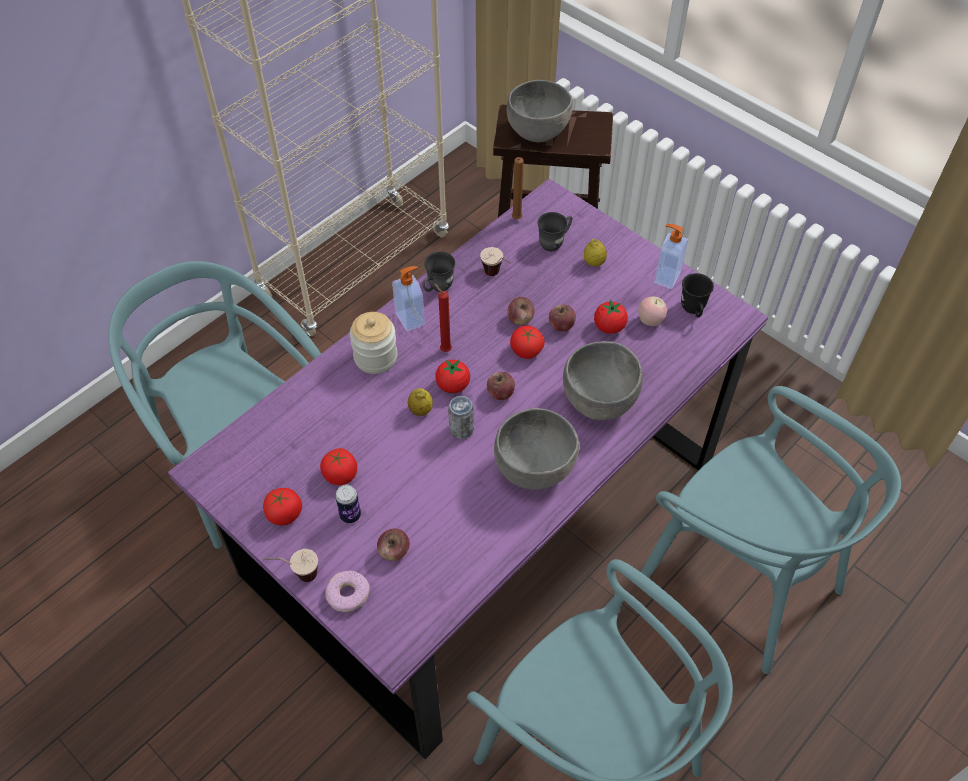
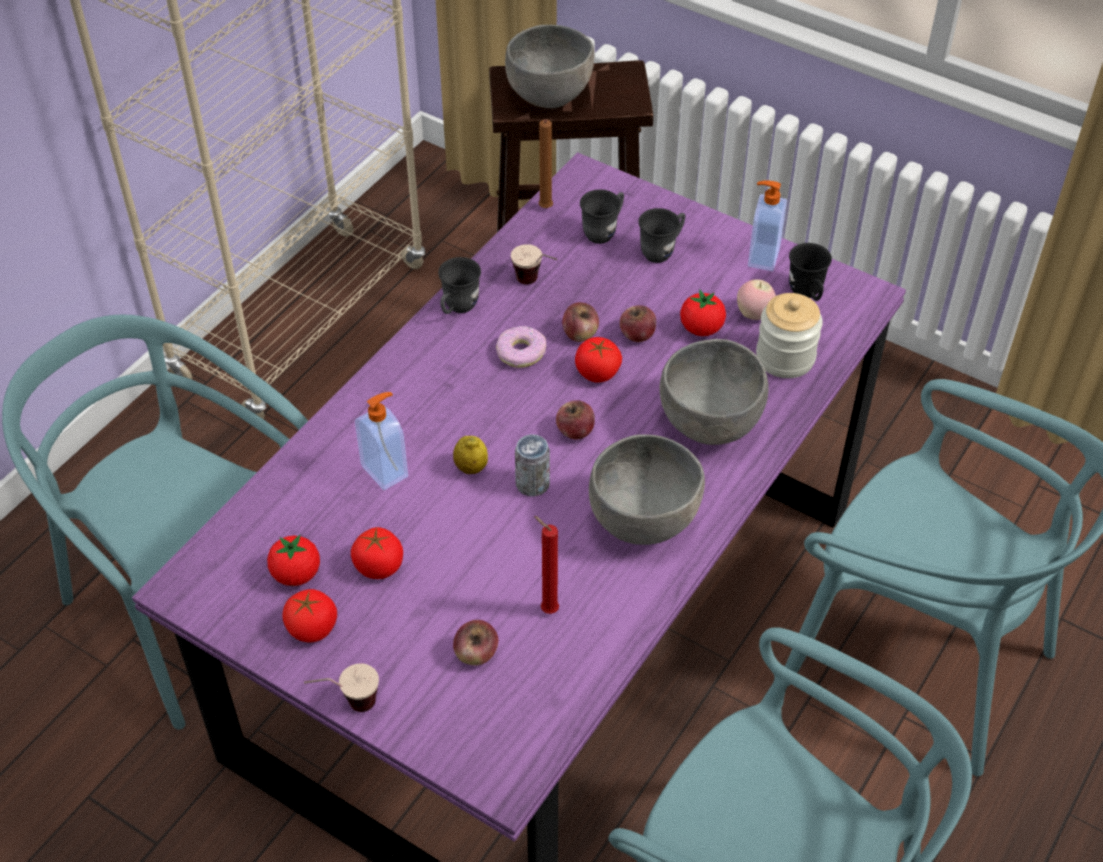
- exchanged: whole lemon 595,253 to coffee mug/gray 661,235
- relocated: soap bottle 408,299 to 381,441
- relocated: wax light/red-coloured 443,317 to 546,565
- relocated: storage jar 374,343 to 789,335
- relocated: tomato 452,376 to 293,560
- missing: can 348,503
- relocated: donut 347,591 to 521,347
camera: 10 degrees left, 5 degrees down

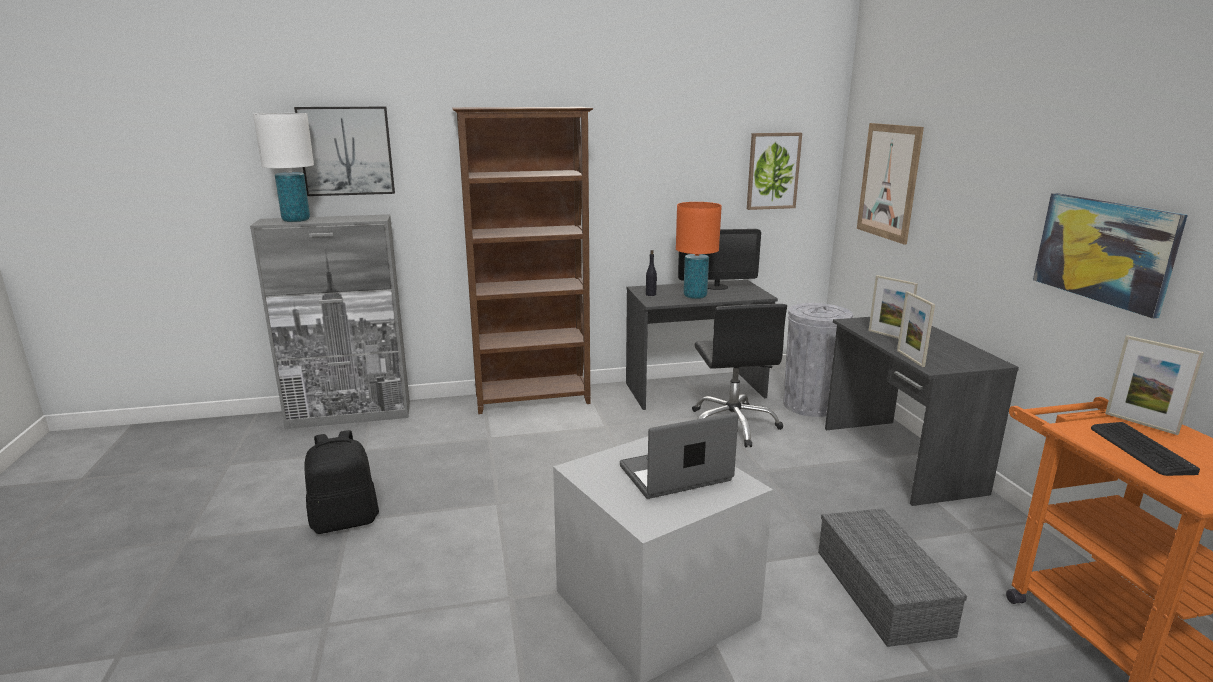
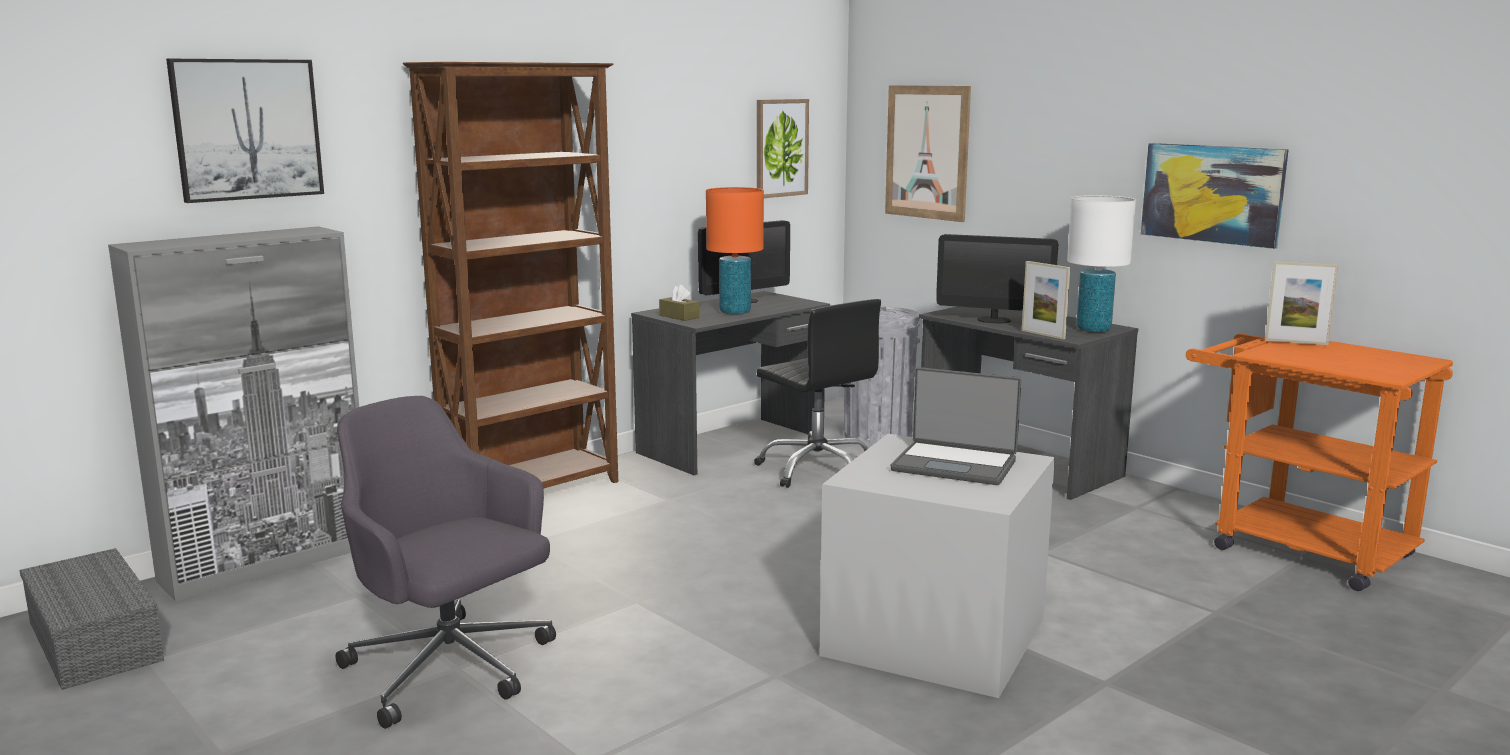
- relocated: tabletop lamp/white 283,167 to 1101,263
- exchanged: bottle/black 651,273 to tissue box/brownish 679,302
- exchanged: photo frame 893,307 to monitor 997,279
- spun: laptop 679,456 = 956,426 105 degrees counterclockwise
- missing: computer keyboard 1145,449
- exchanged: knapsack/black 341,482 to desk chair/gray 445,562
- relocated: storage container/gray 892,577 to 91,619
camera: 30 degrees left, 5 degrees down

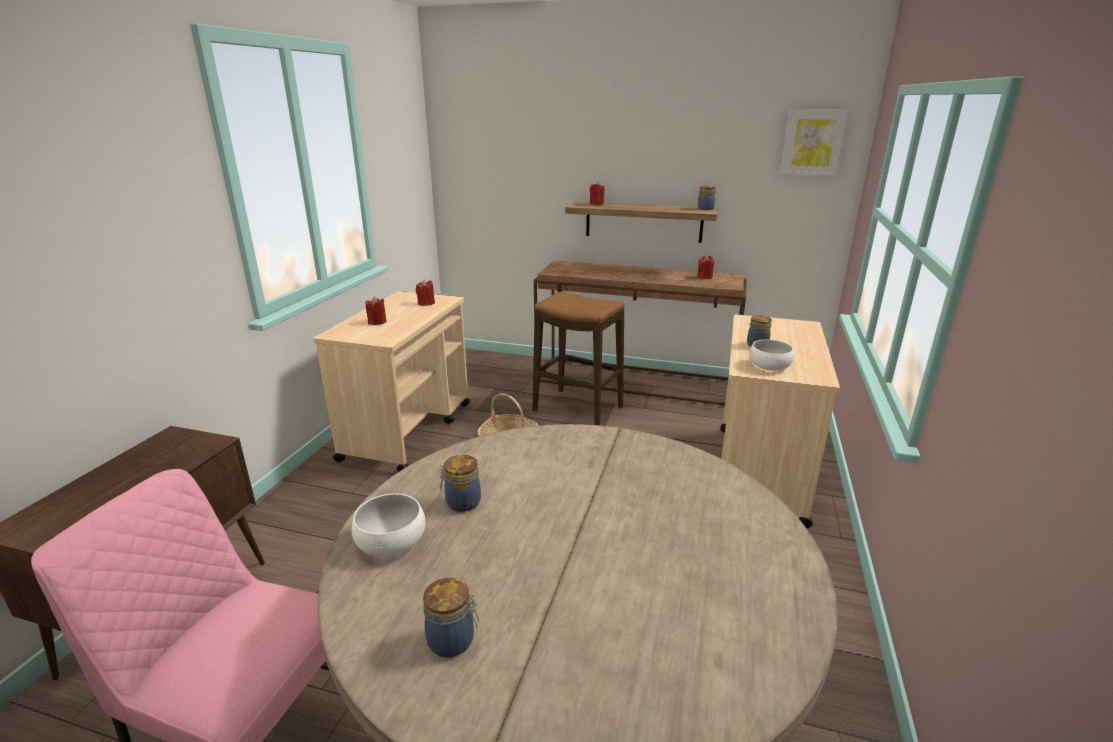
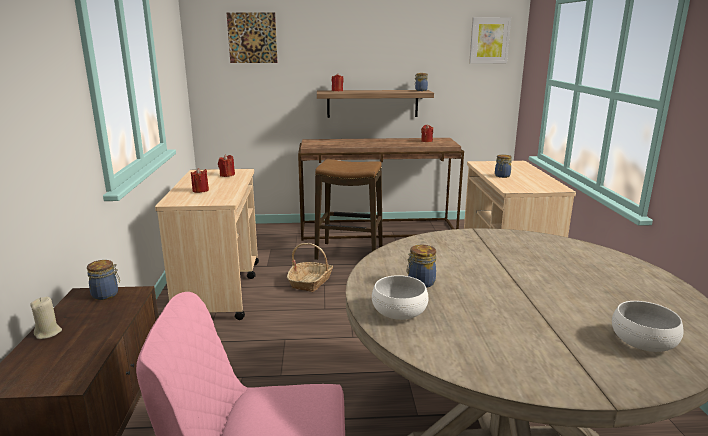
- relocated: bowl/white 771,355 to 648,326
- relocated: storage jar 451,617 to 103,280
- appeared: picture 252,37
- appeared: wax light/sand-coloured 46,318
camera: 20 degrees left, 5 degrees down

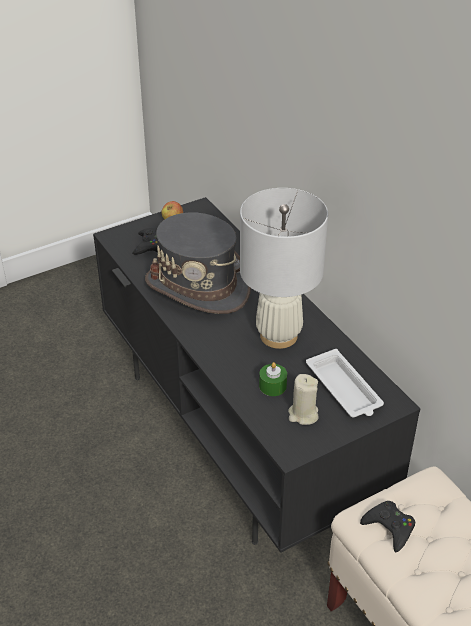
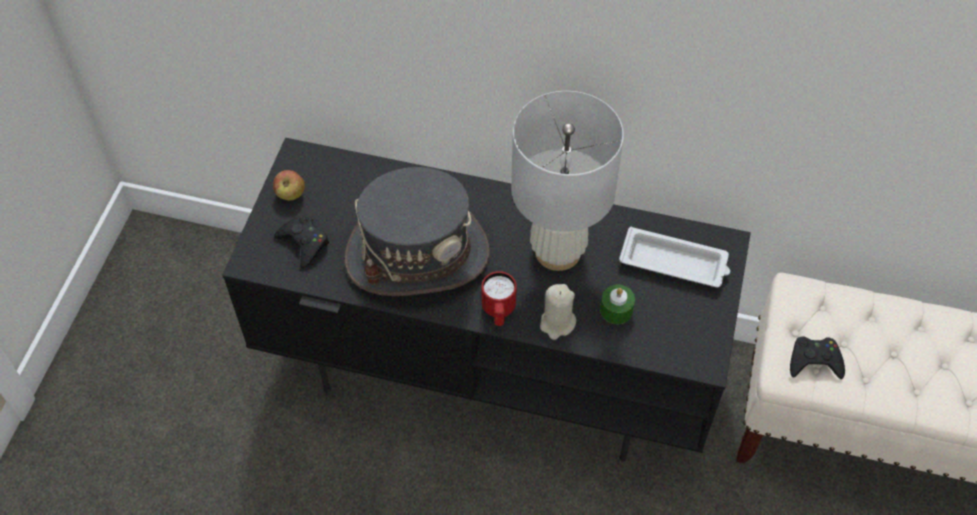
- relocated: wax light/sand-coloured 303,399 to 558,312
- appeared: coffee mug/red-coloured 499,298
camera: 45 degrees left, 15 degrees up

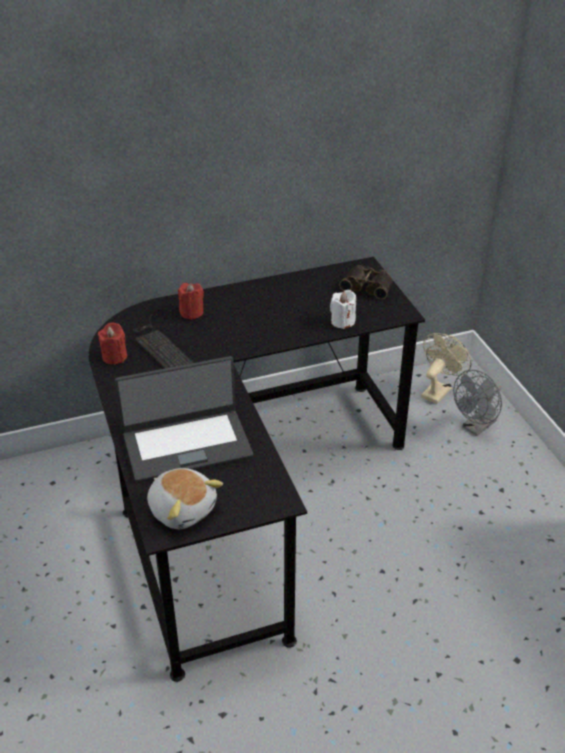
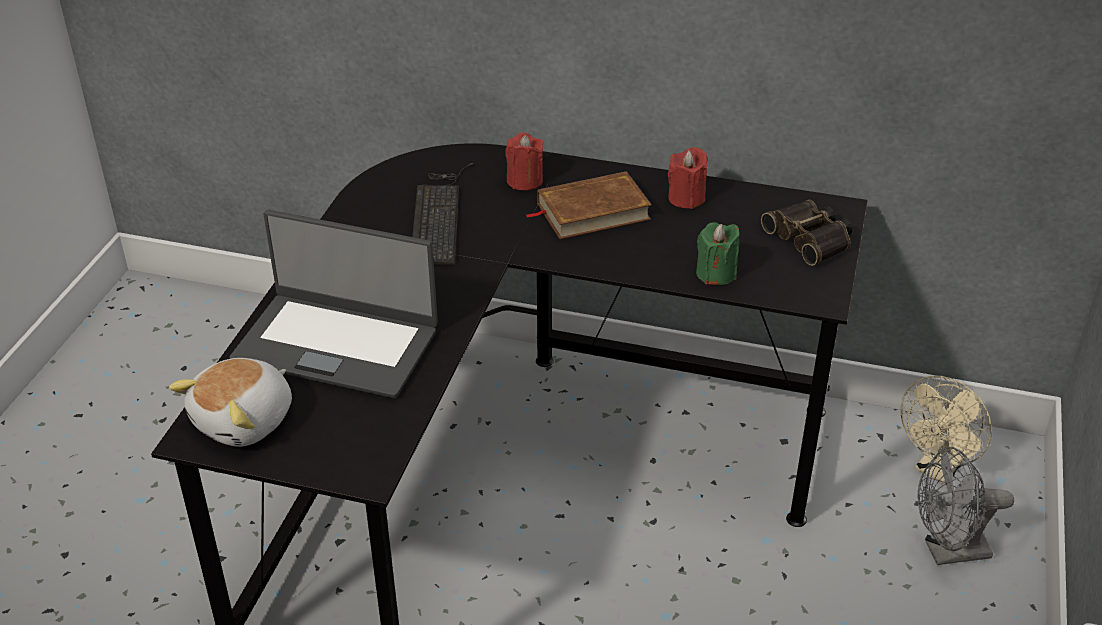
- colour: wax light/white 343,309 to wax light/greenish 718,253
- relocated: wax light/red-coloured 112,343 to 687,178
- spun: cooling fan/sand-coloured 446,368 = 946,430 150 degrees clockwise
- spun: soft toy 185,498 = 230,402 45 degrees clockwise
- appeared: book/brownish 589,205
camera: 35 degrees right, 0 degrees up

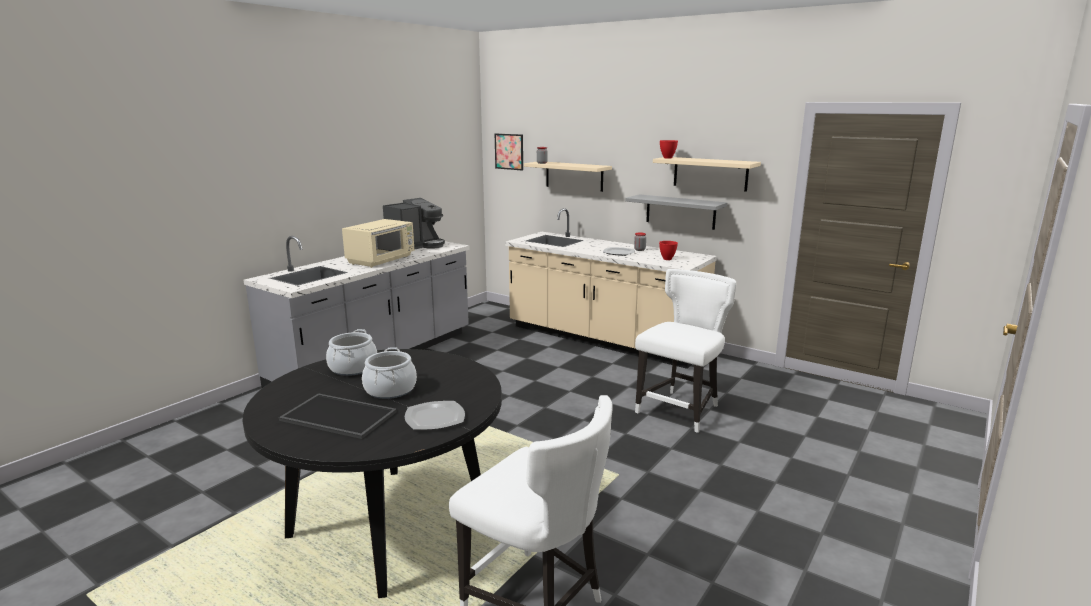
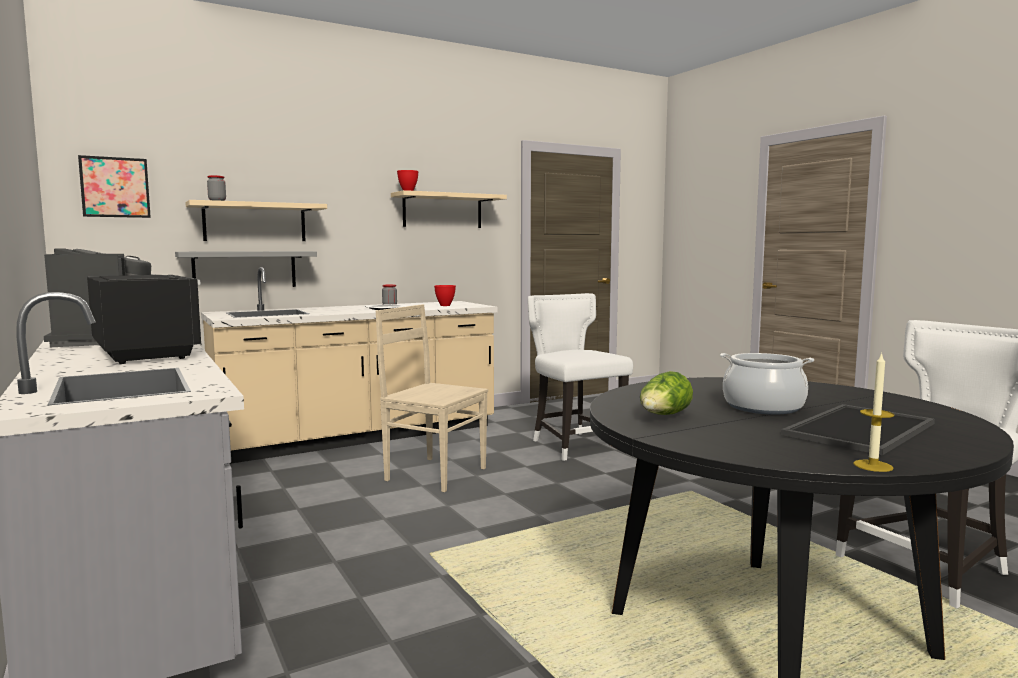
- relocated: wall shelf/gray 676,212 to 246,269
- colour: microwave/sand-coloured 378,243 to microwave/black 144,319
- exchanged: saucepot 351,352 to head of lettuce 666,393
- missing: dinner plate 435,415
- appeared: plain chair/sand-coloured 432,398
- appeared: wax light 874,412
camera: 65 degrees left, 10 degrees down

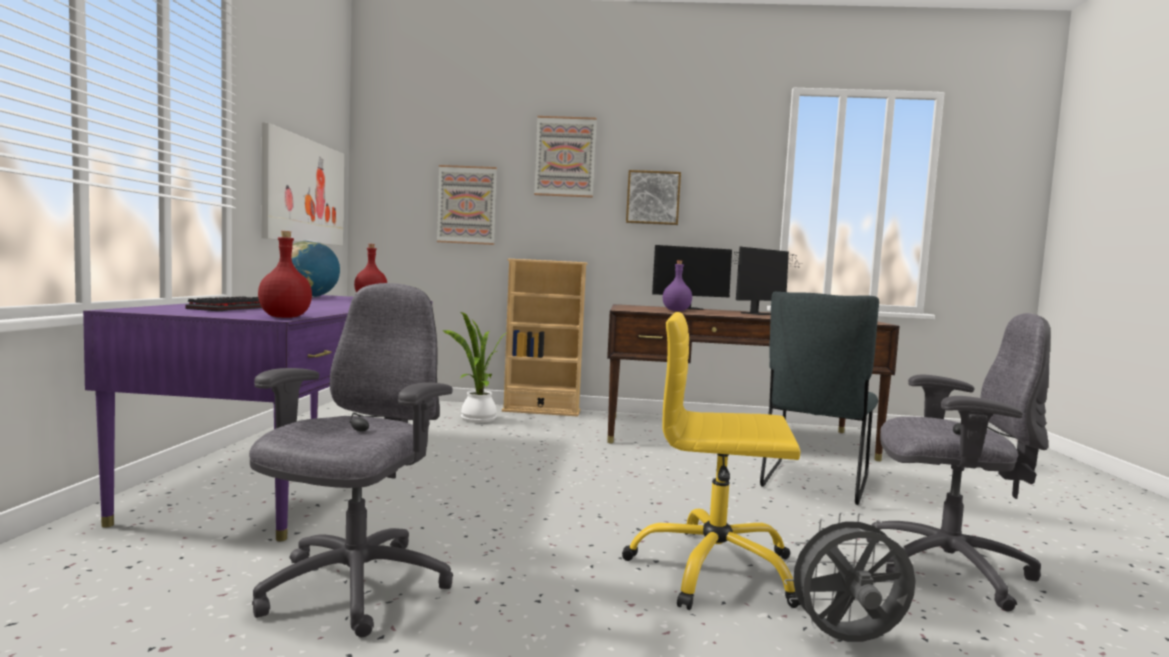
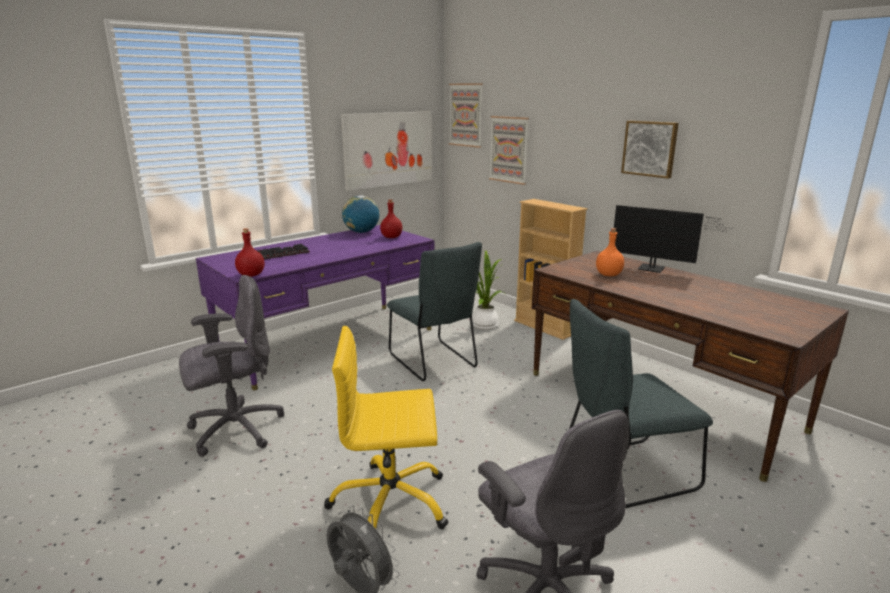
- relocated: picture 565,157 to 466,115
- missing: monitor 768,281
- colour: bottle/purple-coloured 677,285 to bottle/orangey 610,252
- spun: desk chair/yellowish 711,461 = 386,427 60 degrees counterclockwise
- appeared: plain chair/gray 434,311
camera: 45 degrees right, 15 degrees up

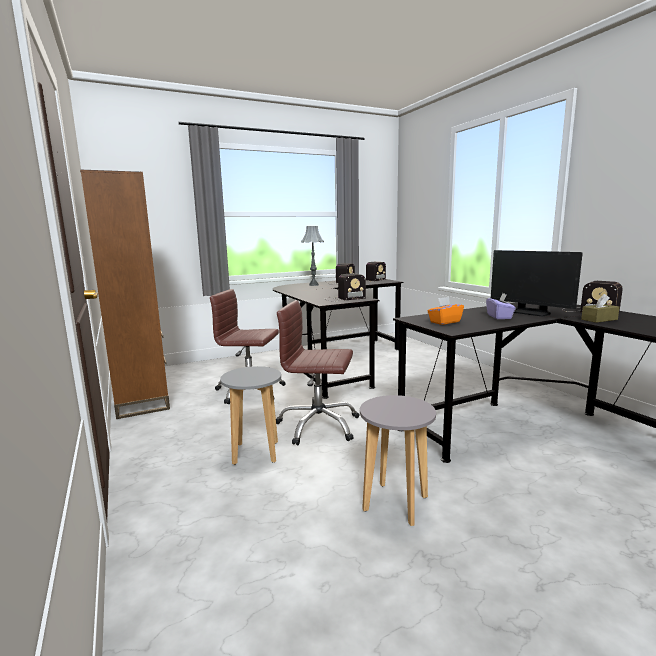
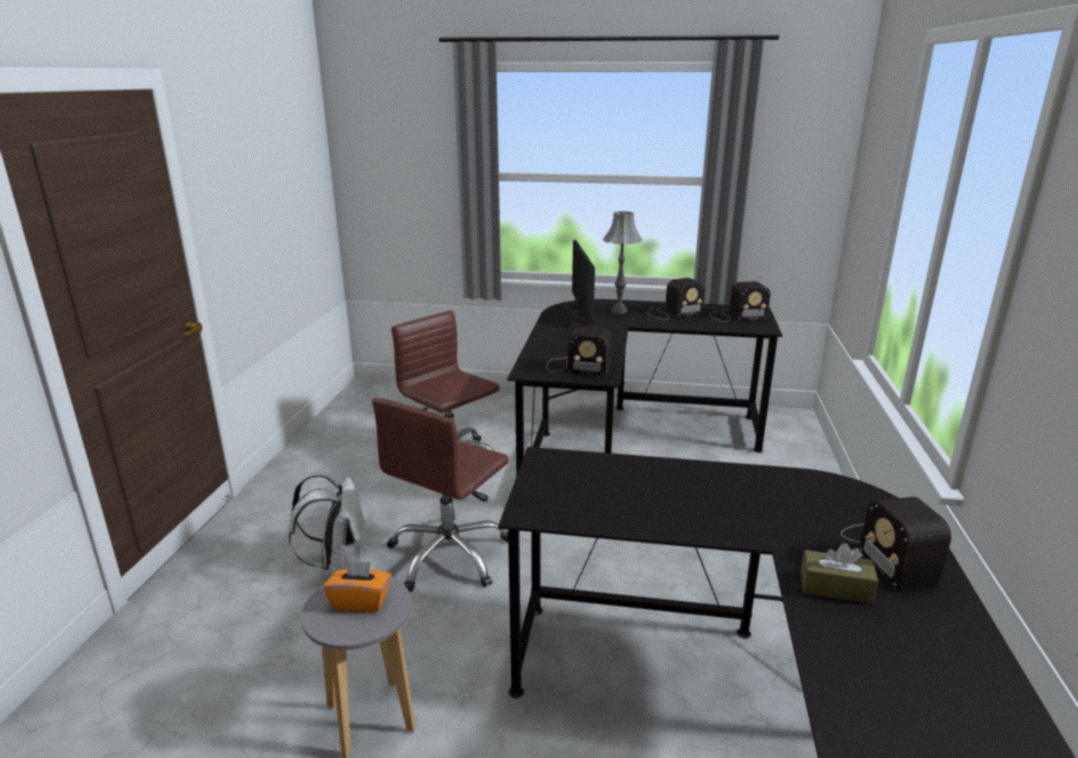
- missing: bookshelf/brownish 125,294
- relocated: monitor 537,283 to 582,280
- missing: tissue box/purple-coloured 501,306
- relocated: tissue box/orangey 445,311 to 357,586
- spun: desk chair/brownish 318,372 = 440,495 105 degrees counterclockwise
- exchanged: stool/gray 250,415 to knapsack/white 326,524
camera: 35 degrees right, 10 degrees up

